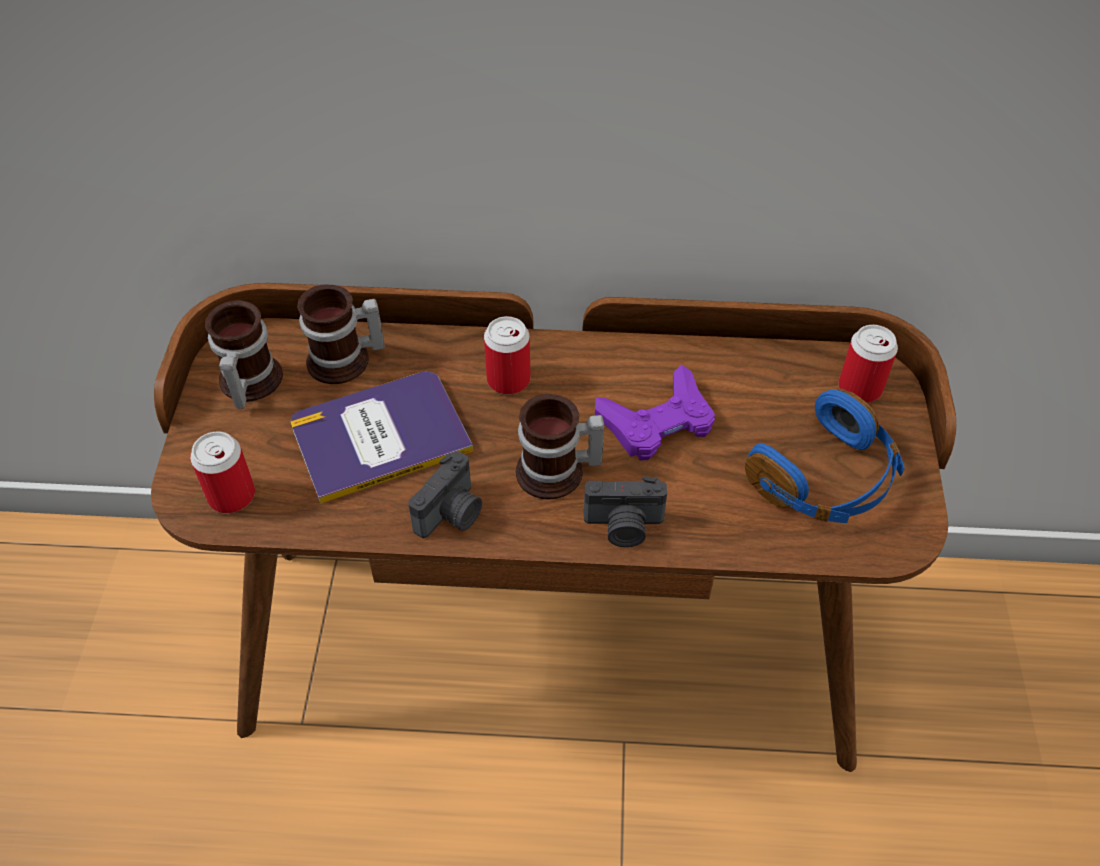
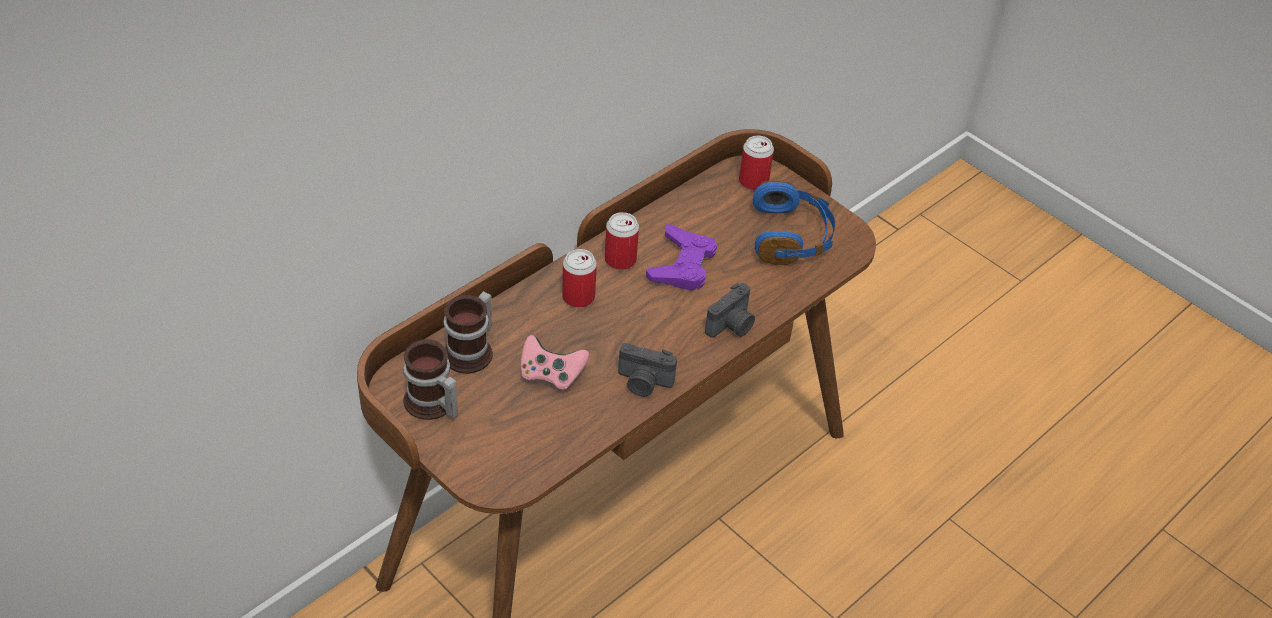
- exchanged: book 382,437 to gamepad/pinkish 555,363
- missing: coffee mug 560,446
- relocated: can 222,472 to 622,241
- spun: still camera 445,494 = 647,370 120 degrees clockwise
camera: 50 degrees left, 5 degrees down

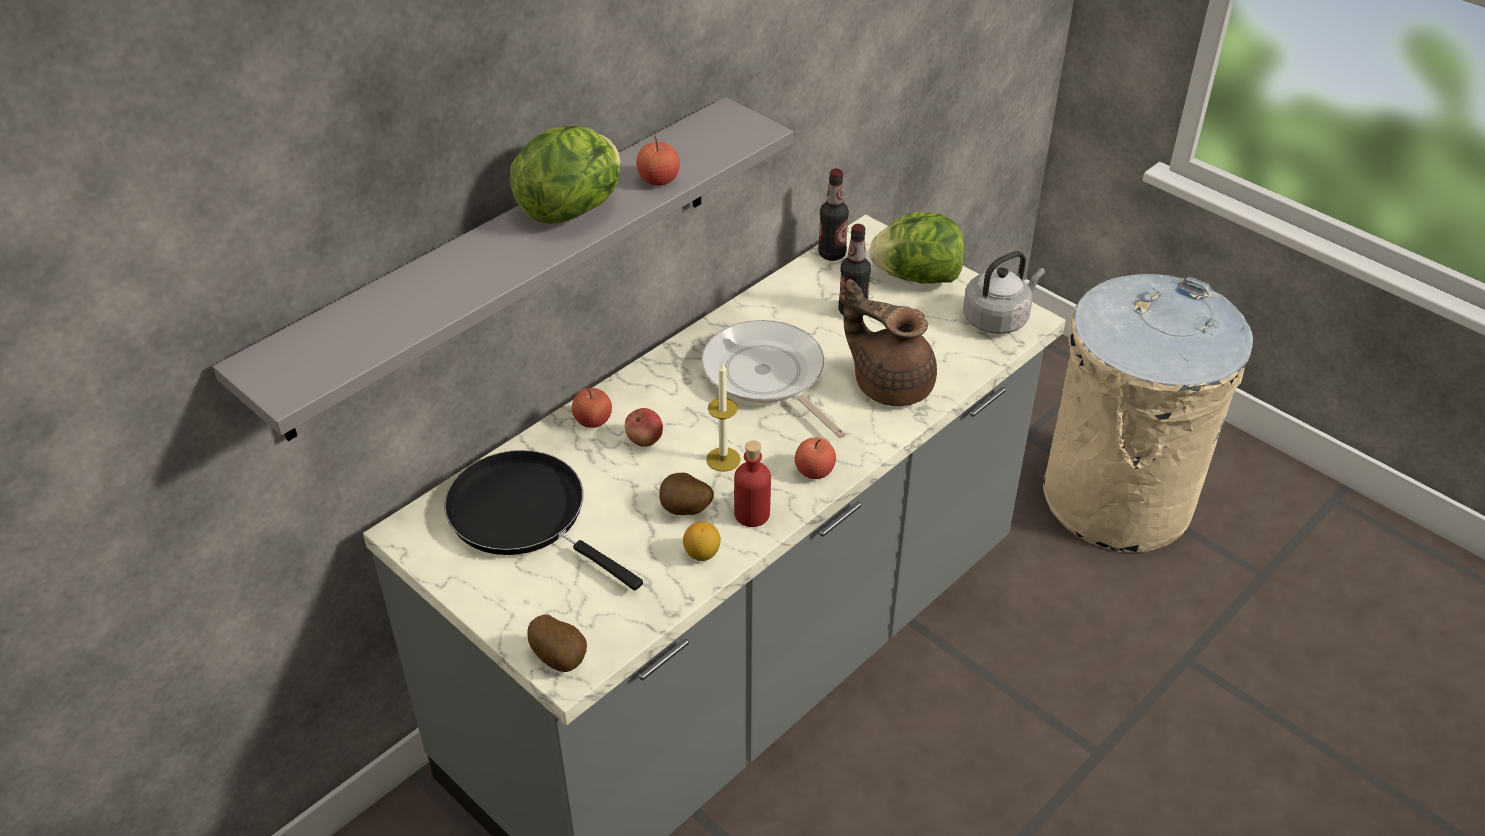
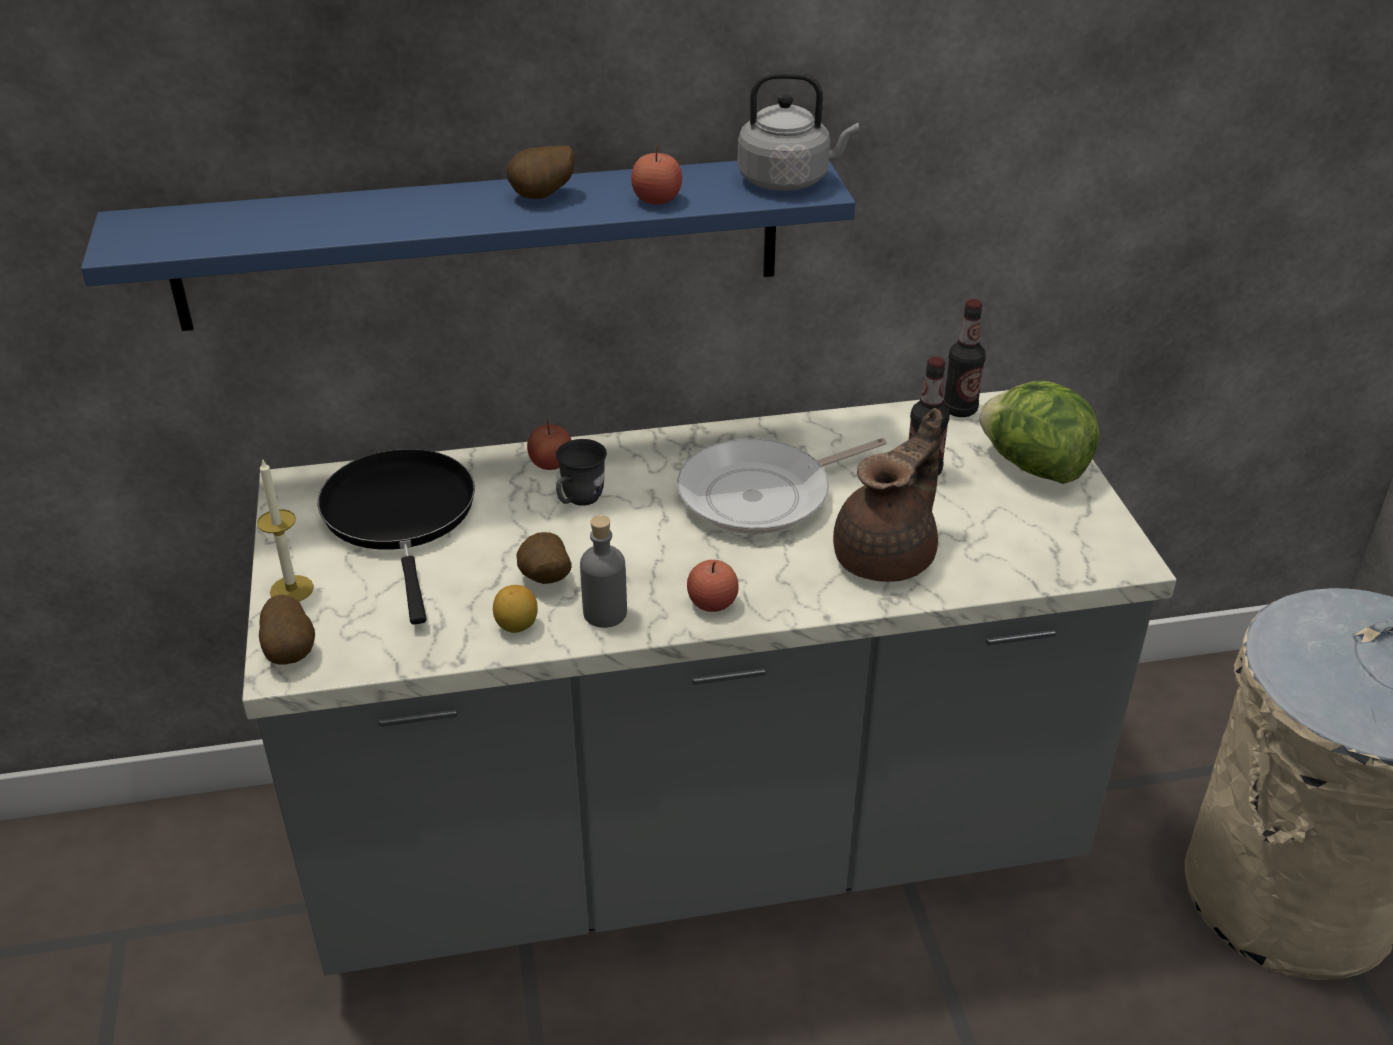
- colour: wall shelf/gray 503,269 to wall shelf/bluish 468,246
- exchanged: head of lettuce 565,175 to whole potato 540,172
- relocated: tea kettle/gray 1004,292 to 798,131
- spun: tea pot/brownish 890,342 = 887,495 60 degrees clockwise
- spun: frying pan 773,379 = 782,486 120 degrees counterclockwise
- relocated: wax light 723,417 to 285,530
- exchanged: whole apple 644,427 to coffee mug/gray 581,472
- colour: bottle/red-coloured 752,483 to bottle/gray 603,571
camera: 35 degrees right, 5 degrees down

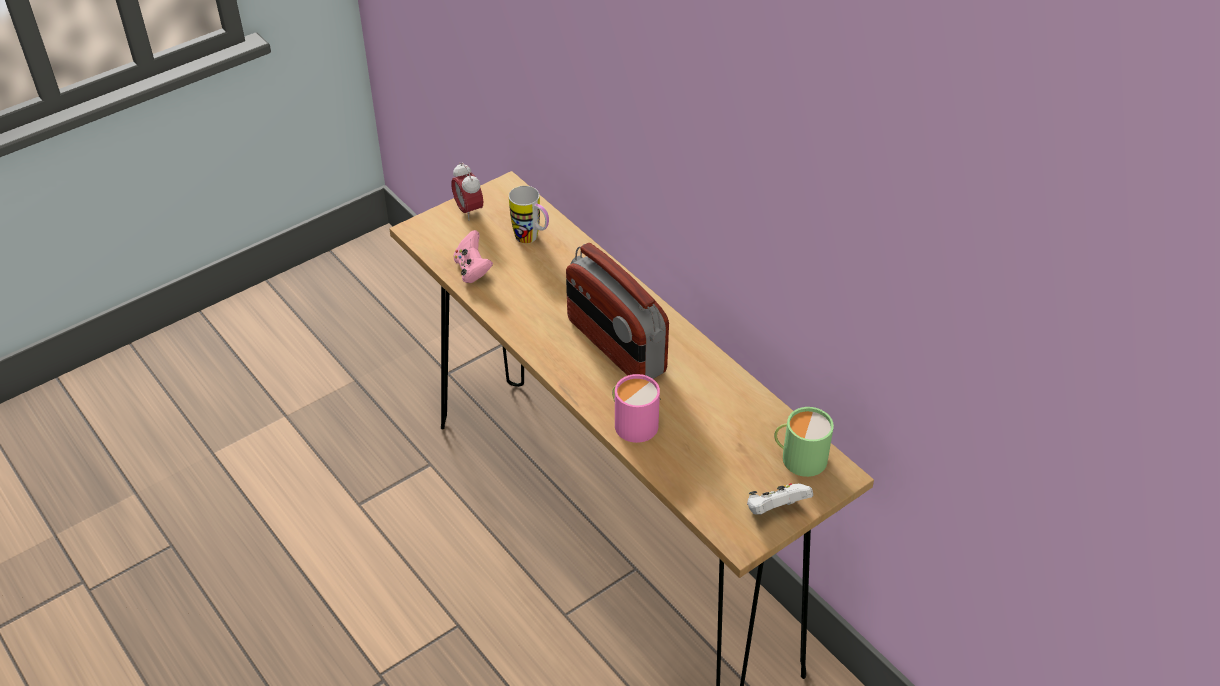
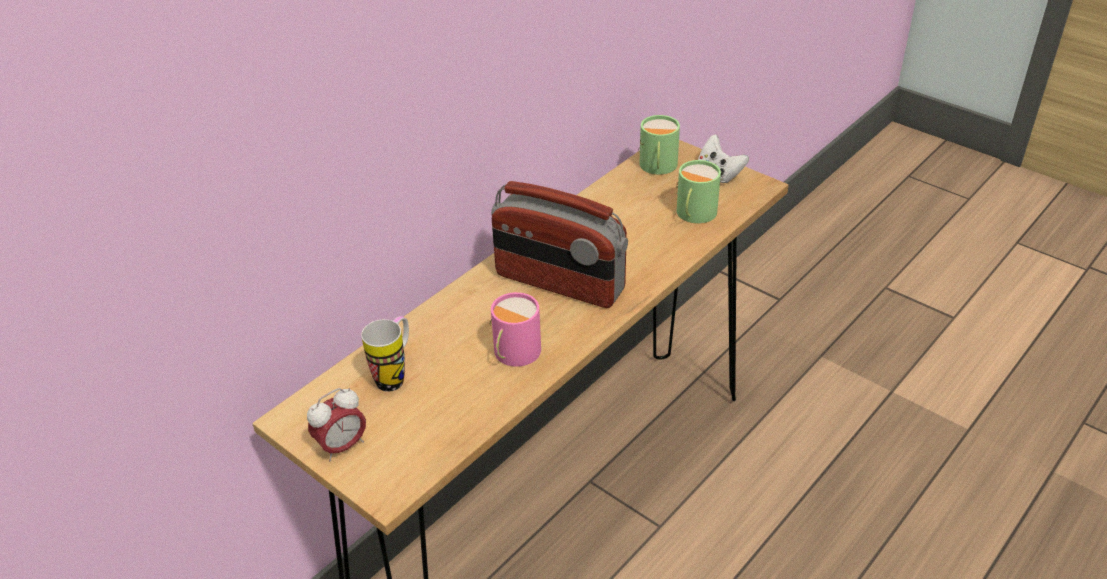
- missing: gamepad/pinkish 473,256
- spun: radio 617,311 = 559,244 75 degrees clockwise
- relocated: coffee mug/pinkish 636,408 to 515,329
- appeared: coffee mug/greenish 698,192
camera: 100 degrees left, 5 degrees down

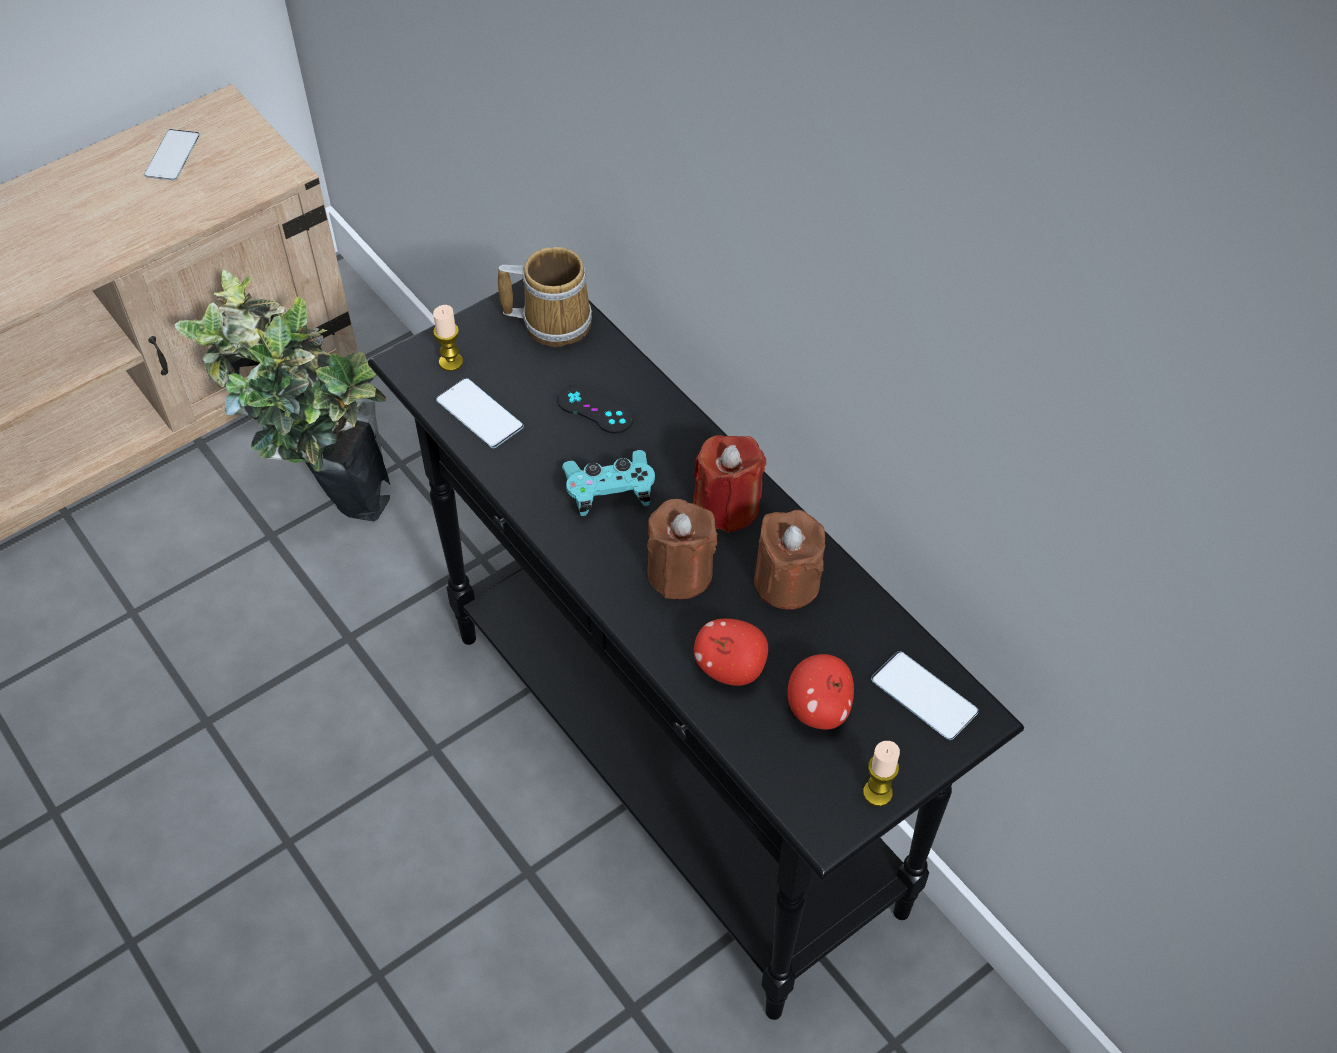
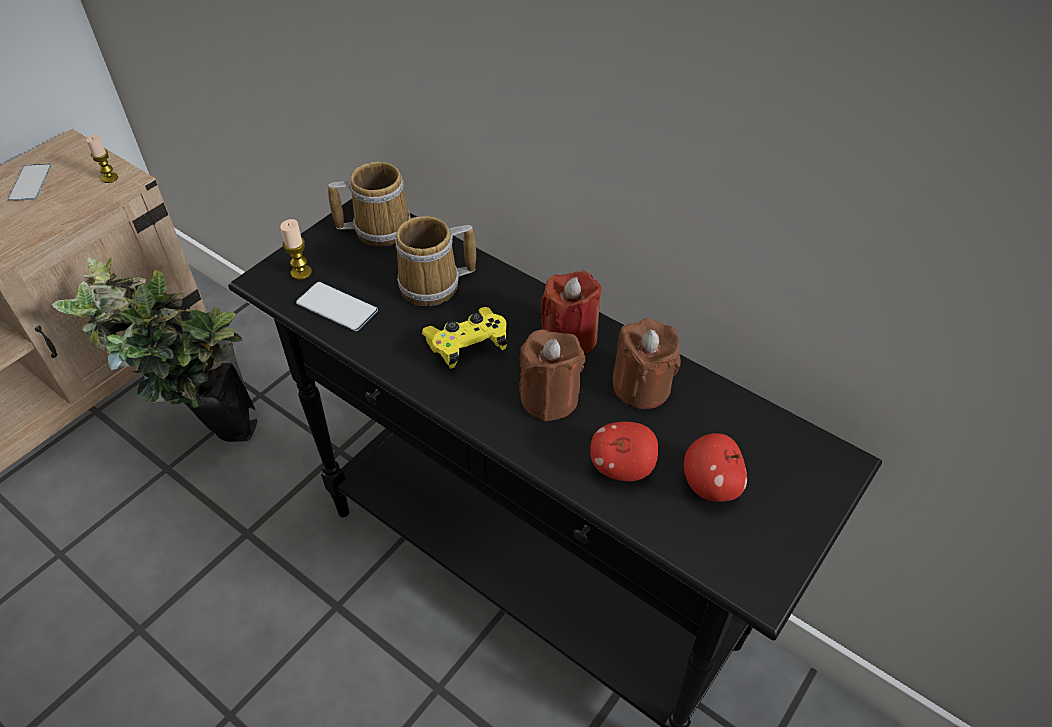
- exchanged: gamepad/black 595,409 to coffee mug 435,261
- colour: gamepad/blue-green 608,483 to gamepad/yellowish 464,338
- missing: telephone 925,695
- relocated: wax light 881,773 to 102,159
camera: 15 degrees left, 5 degrees down

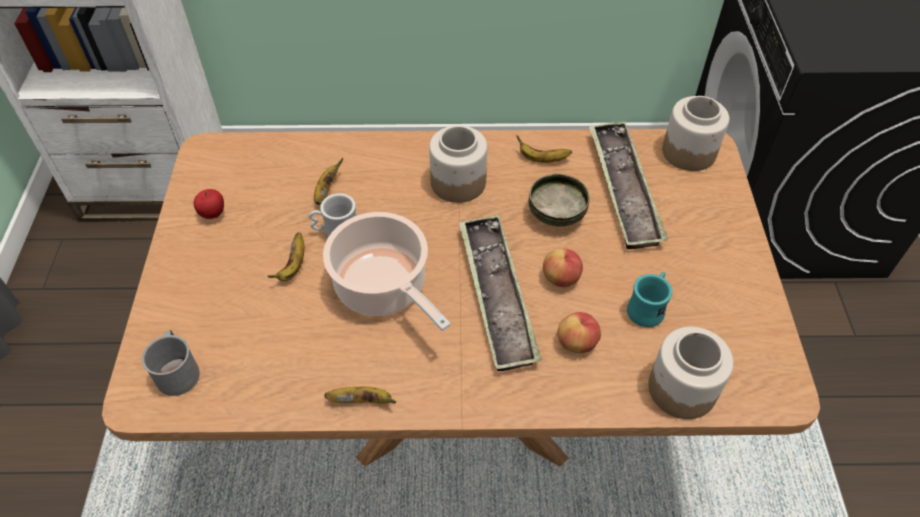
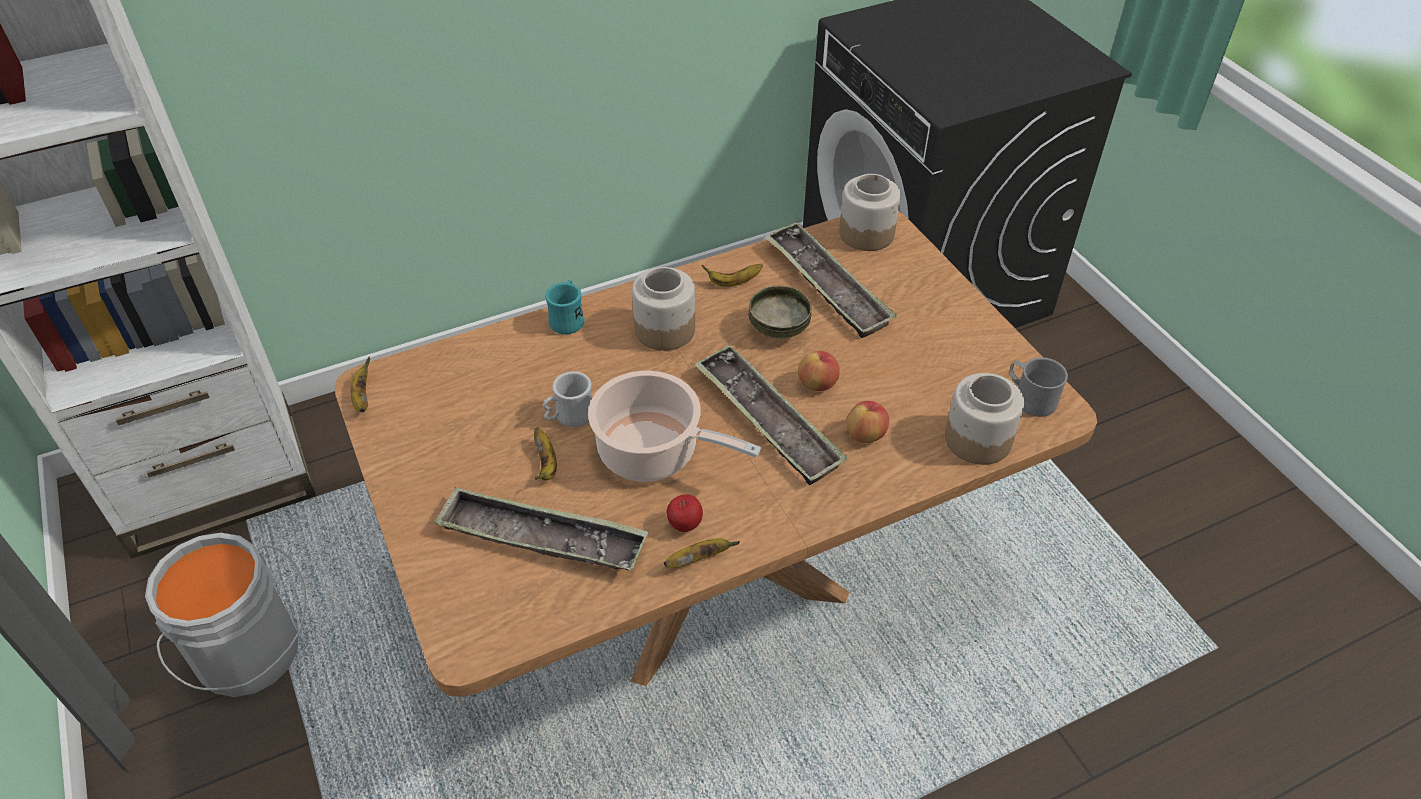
- relocated: banana 328,181 to 360,384
- relocated: whole apple 209,204 to 685,513
- relocated: coffee mug/blue-green 649,299 to 565,307
- relocated: coffee mug/gray 171,363 to 1038,387
- appeared: serving tray 541,528
- appeared: pail/gray 225,615
camera: 25 degrees left, 5 degrees down

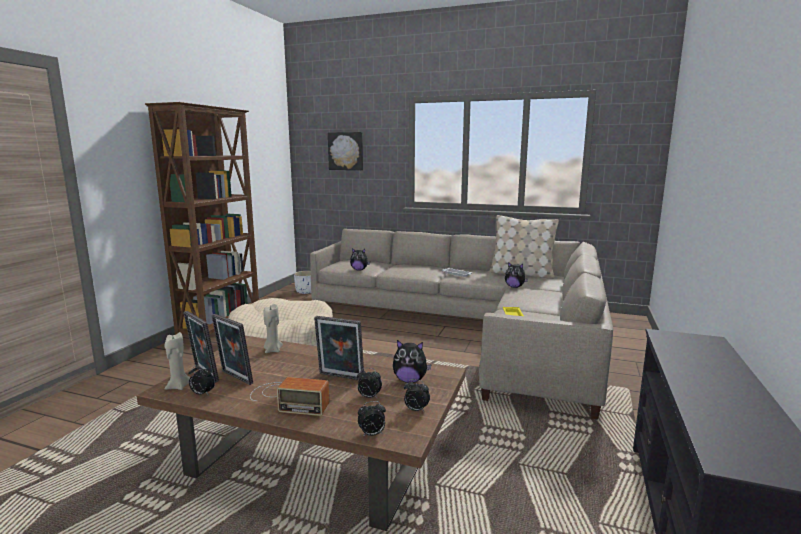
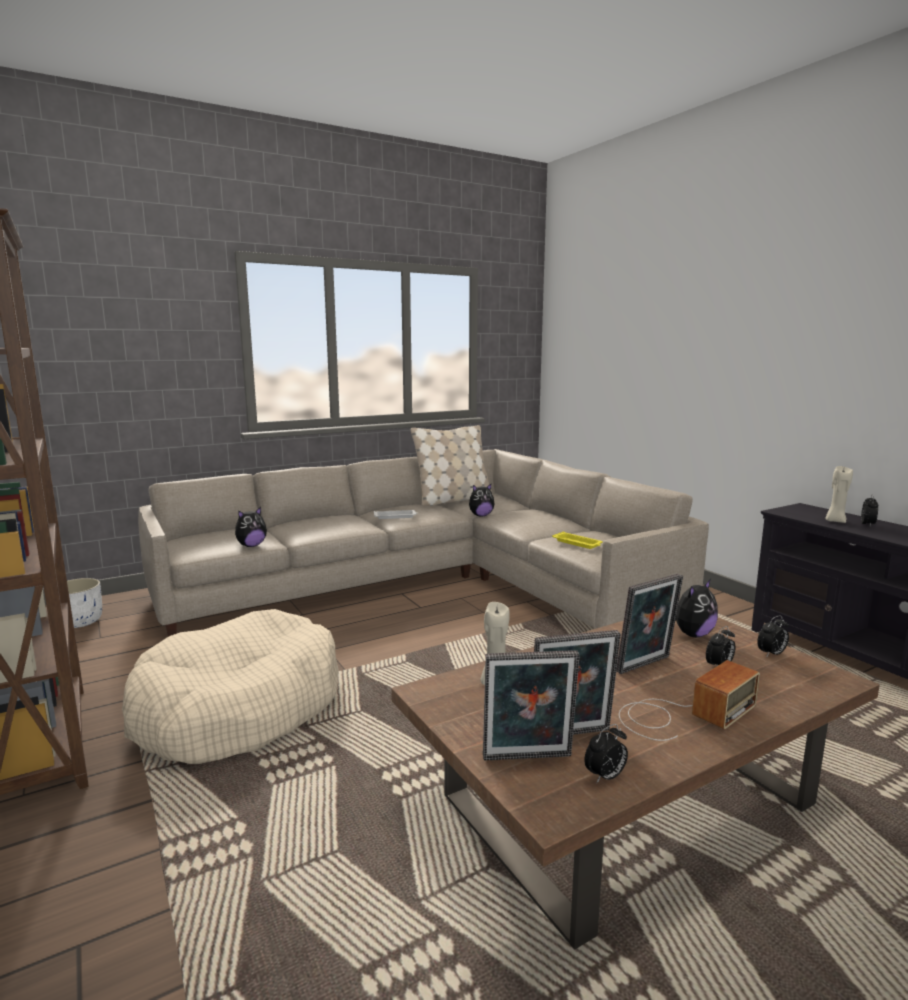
- missing: picture 345,151
- relocated: wax light/sand-coloured 178,361 to 839,494
- relocated: bedside clock 372,419 to 869,510
camera: 50 degrees left, 0 degrees up

